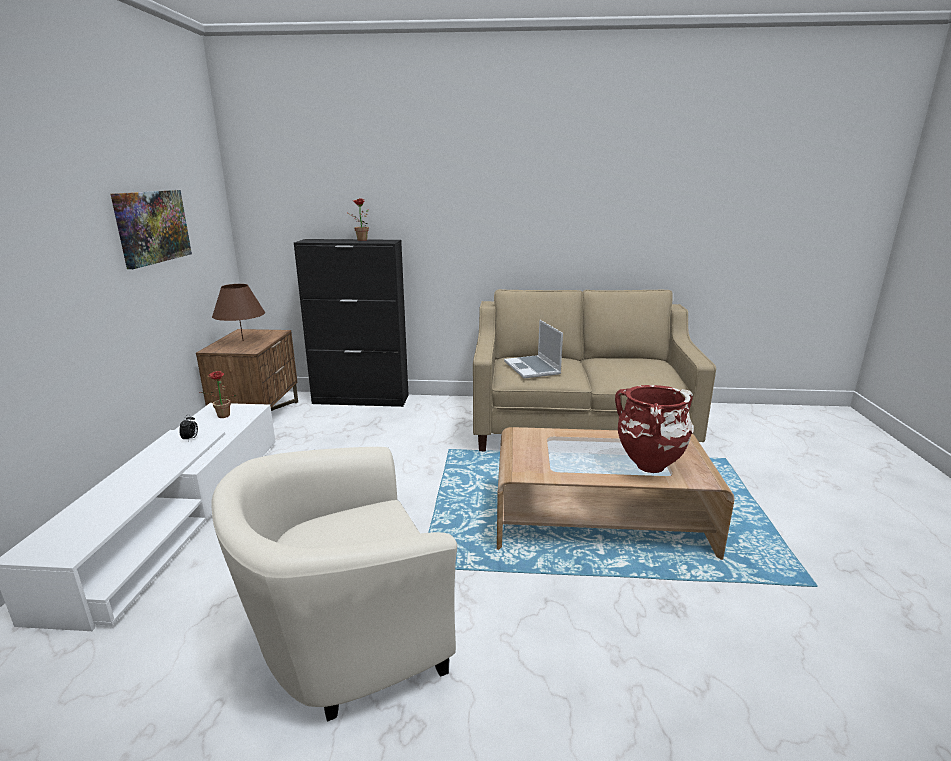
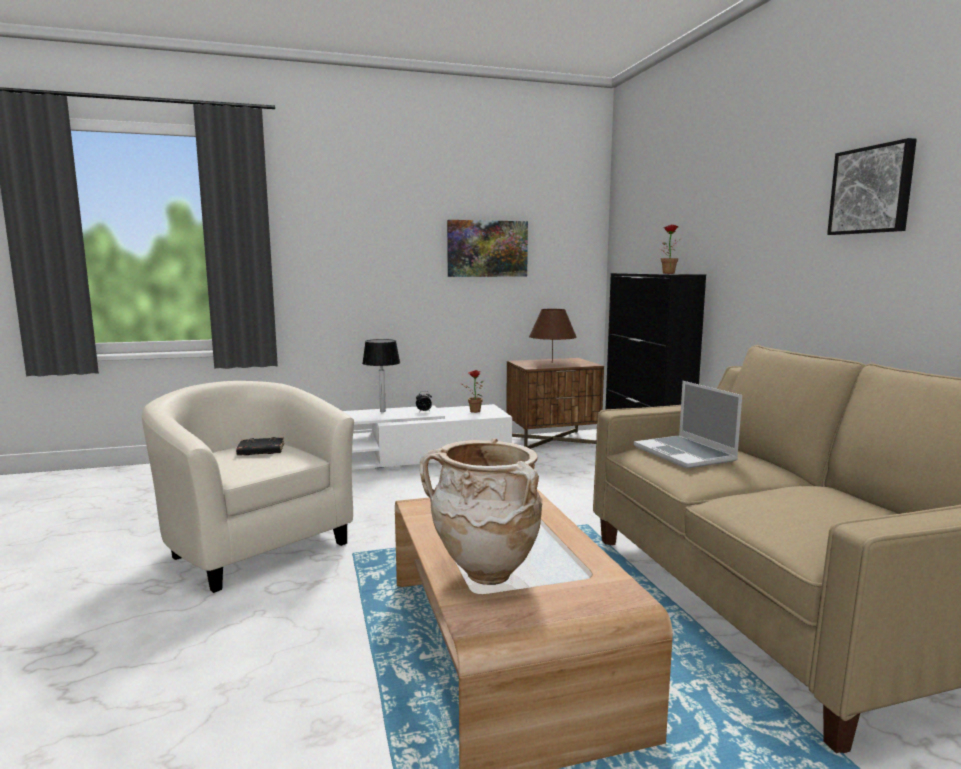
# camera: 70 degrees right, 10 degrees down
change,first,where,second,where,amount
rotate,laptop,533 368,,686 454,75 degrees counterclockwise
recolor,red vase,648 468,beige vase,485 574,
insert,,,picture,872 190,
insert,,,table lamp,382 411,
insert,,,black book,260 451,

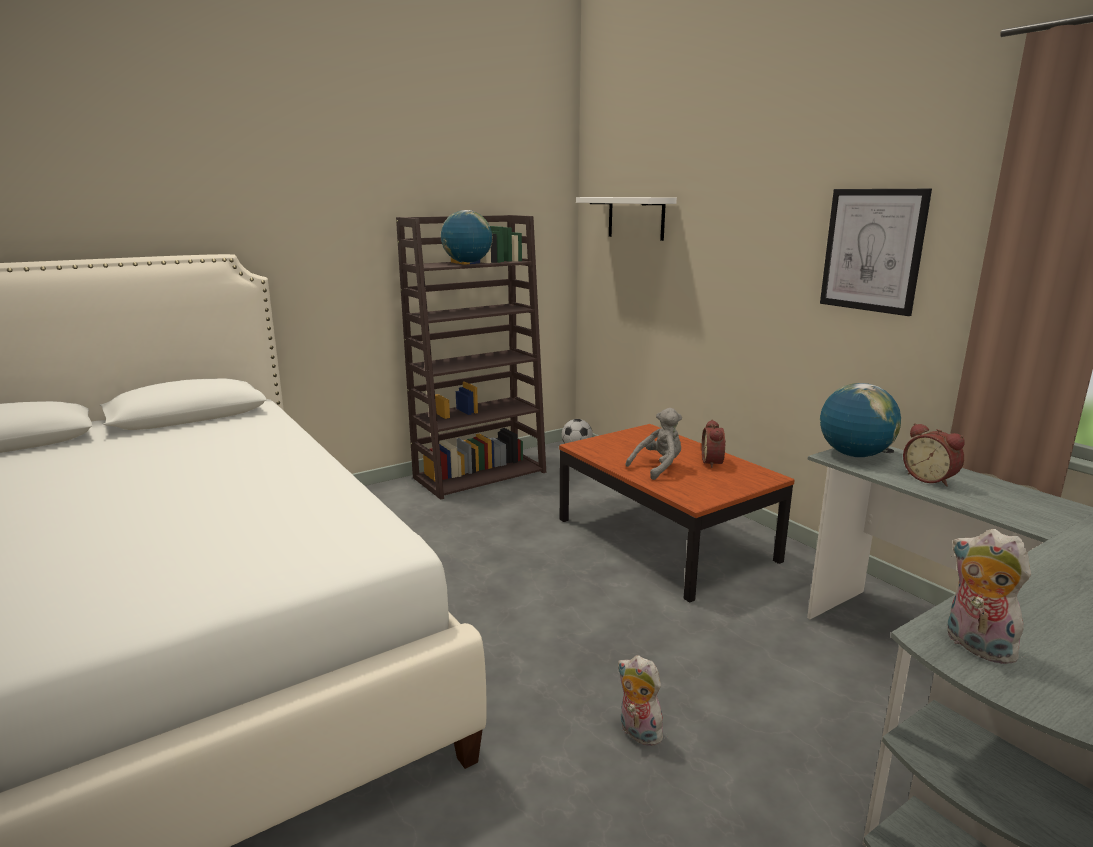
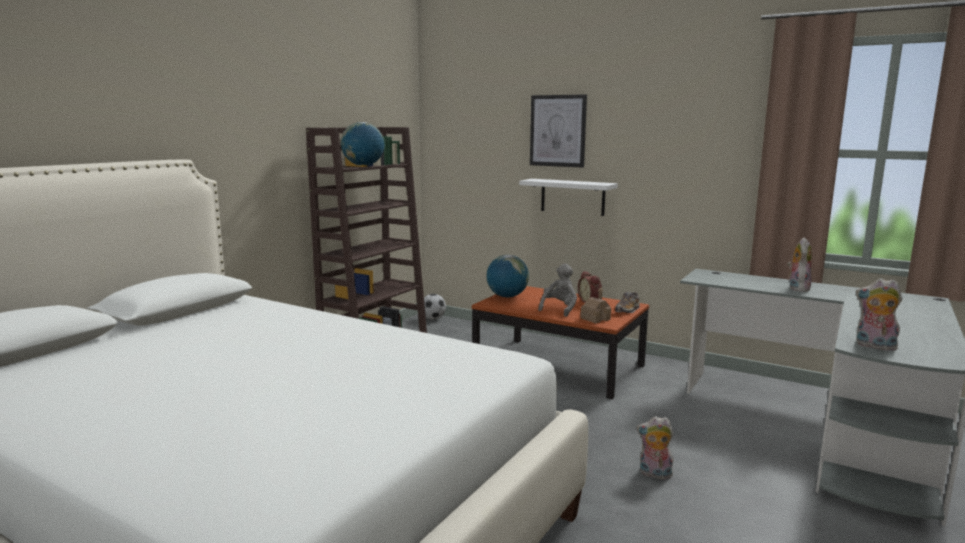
# camera: 25 degrees left, 5 degrees down
change,first,where,second,where,amount
move,picture,872 250,,558 131,
move,white shelf,636 218,,572 197,
move,globe,854 455,,507 297,
delete,alarm clock,930 479,,,
insert,,,plush toy,797 288,
insert,,,toy house,595 319,
insert,,,shoe,627 310,

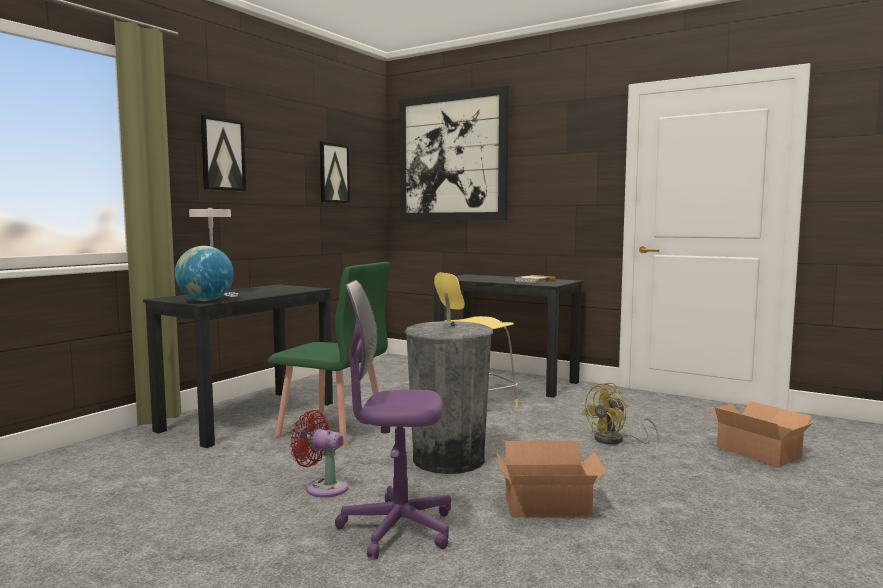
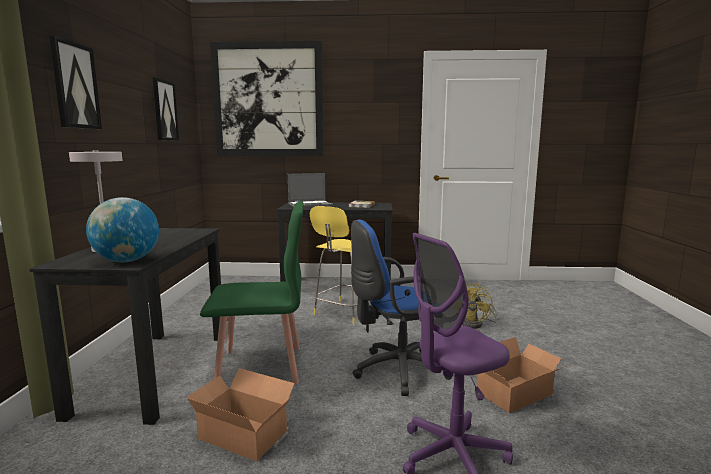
# camera: 30 degrees left, 5 degrees up
change,first,where,second,where,amount
replace,grey trash can,448 459,blue office chair,395 371,
move,cardboard box,758 451,,243 432,
delete,red fan,323 487,,,
insert,,,laptop,310 205,

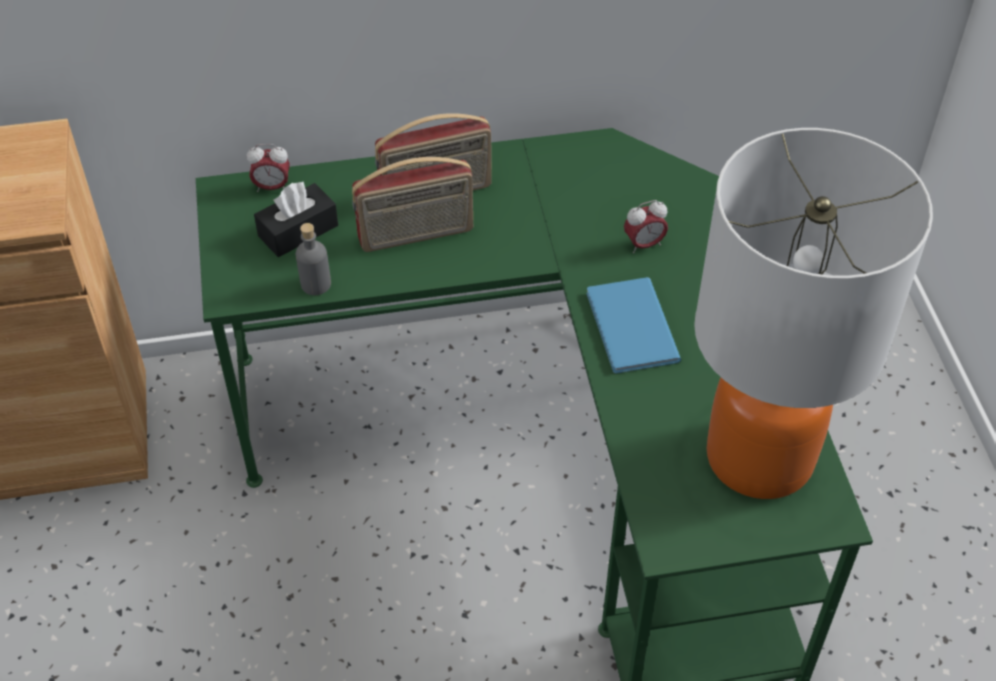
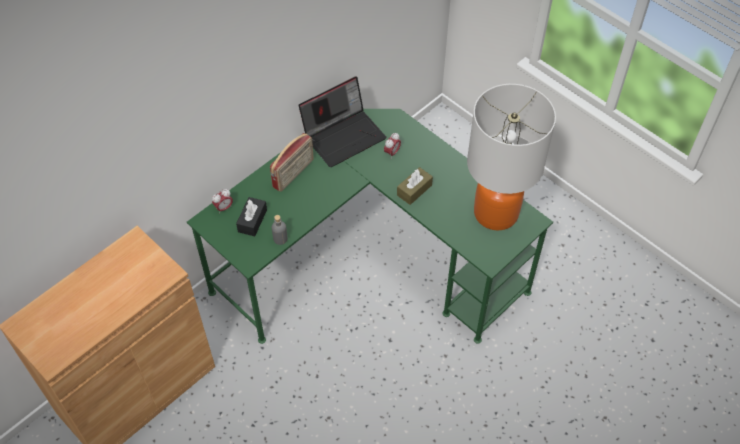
# camera: 35 degrees left, 5 degrees up
change,first,where,second,where,amount
delete,radio,416 235,,,
replace,blue book,629 329,brown tissue box,414 190,
insert,,,laptop,344 135,

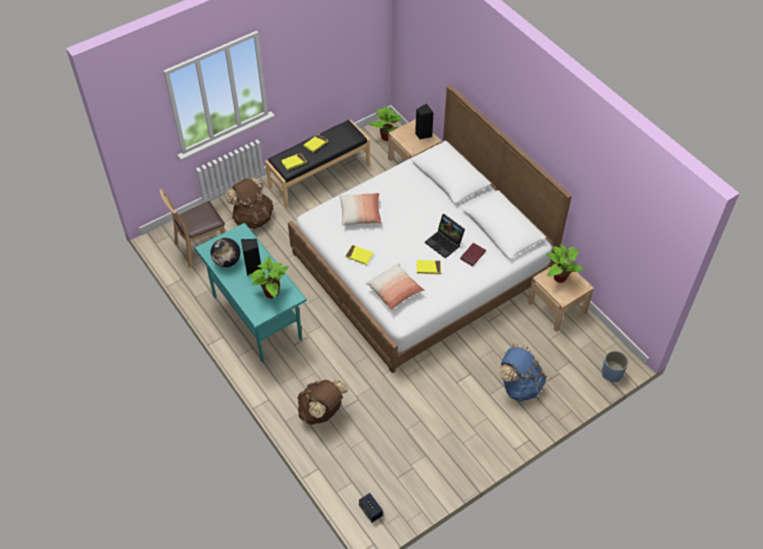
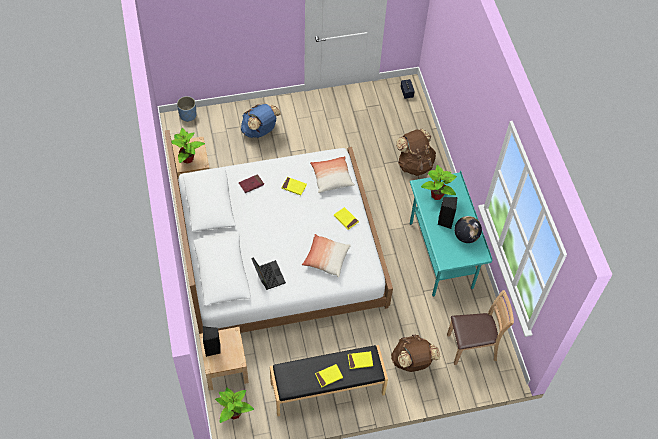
# camera: 160 degrees left, 5 degrees up
change,first,where,second,where,amount
move,laptop,445 243,,267 275,

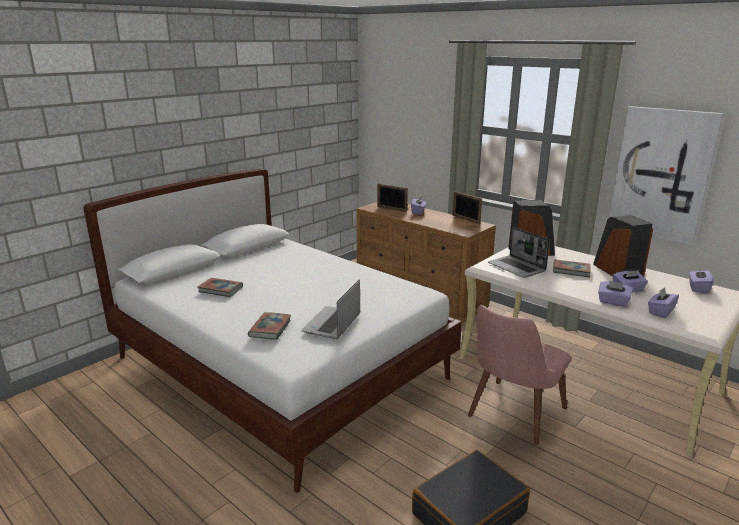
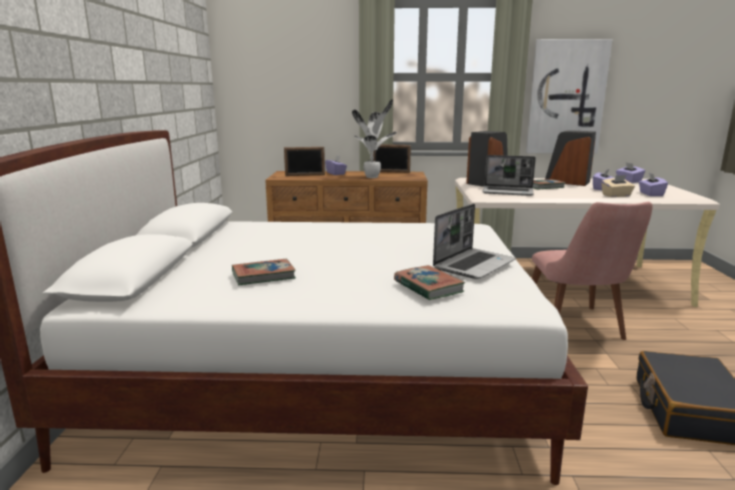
# camera: 40 degrees left, 5 degrees down
change,first,where,second,where,amount
rotate,laptop,332 324,,474 264,120 degrees counterclockwise
recolor,purple tissue box,613 302,beige tissue box,616 195,
insert,,,potted plant,373 177,

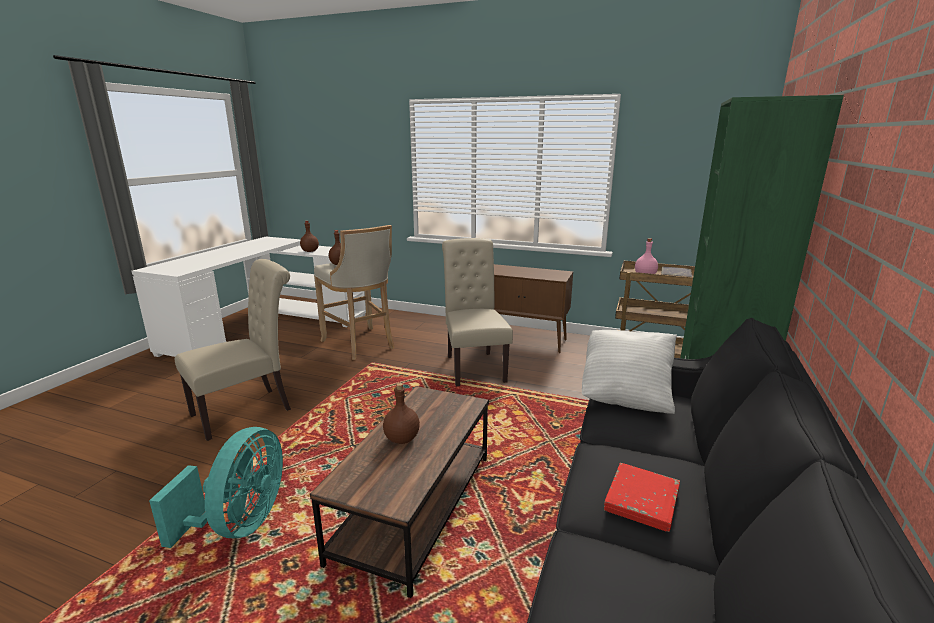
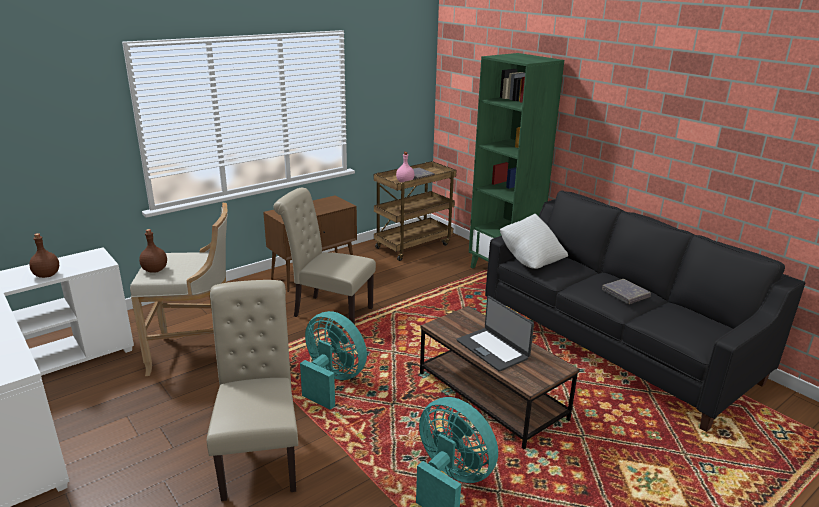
# camera: 60 degrees left, 5 degrees up
change,first,where,second,where,amount
replace,brown bottle,402 439,laptop,493 349,
recolor,red book,641 500,grey book,625 294,
insert,,,turquoise fan,332 381,

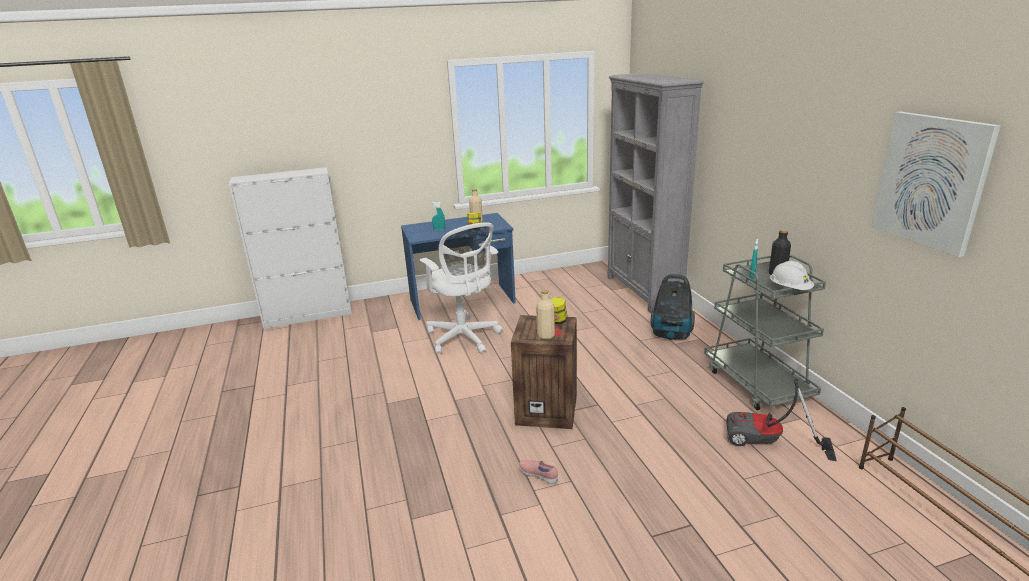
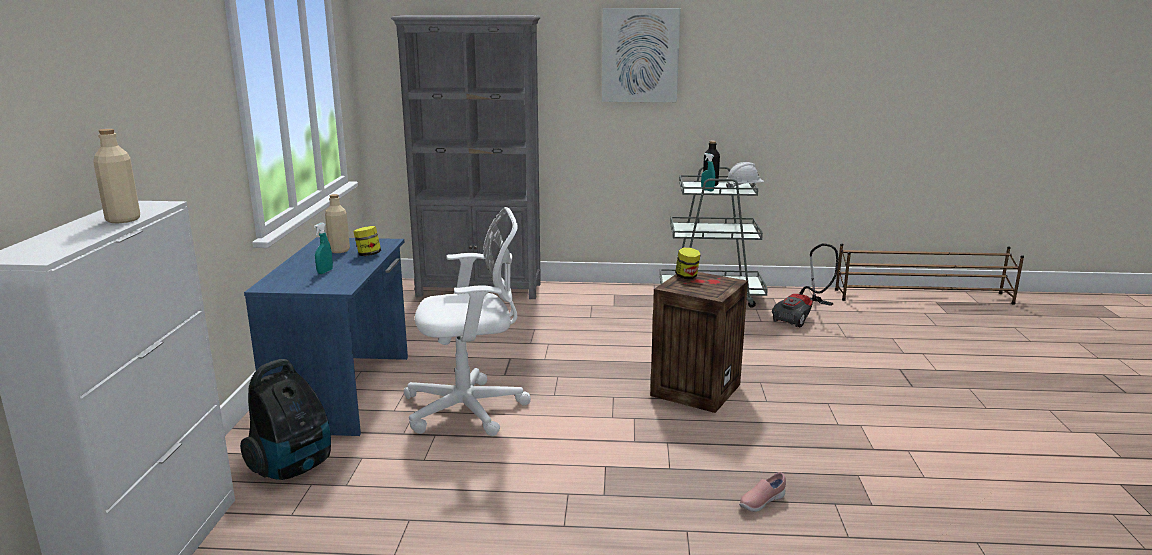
# camera: 70 degrees left, 5 degrees down
change,first,where,second,where,amount
move,picture,931 181,,640 55,
move,vacuum cleaner,671 335,,293 467,
move,beige bottle,546 336,,123 220,
move,pink shoe,538 475,,761 502,

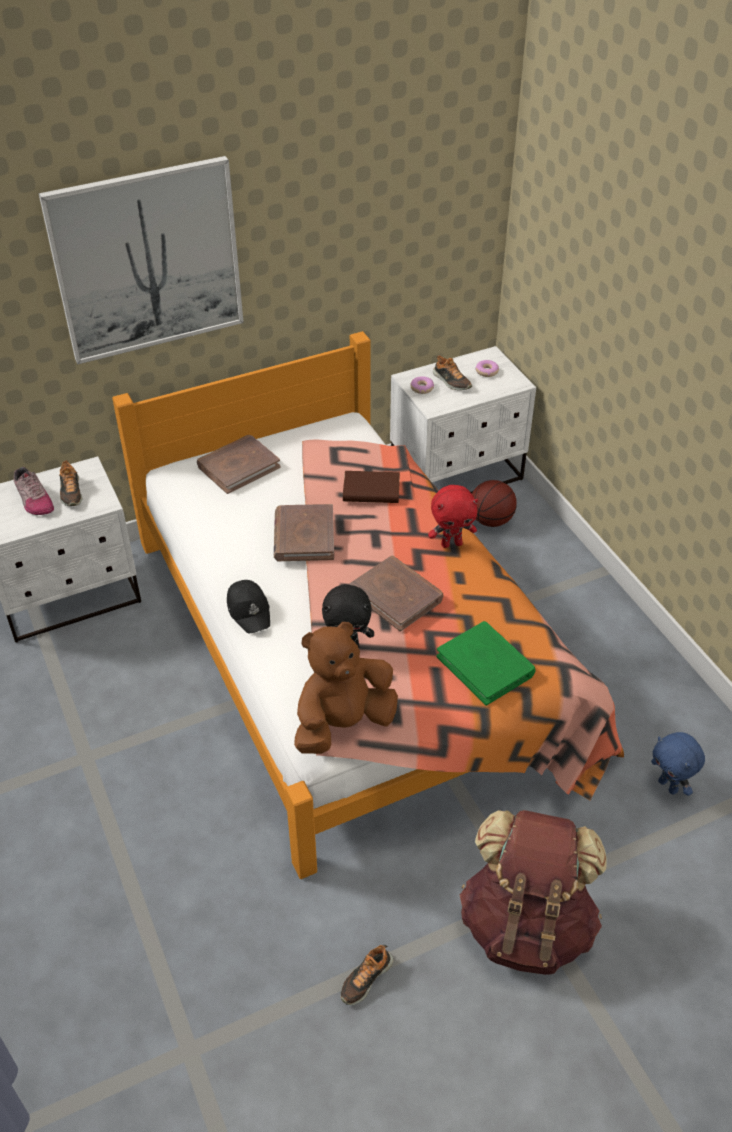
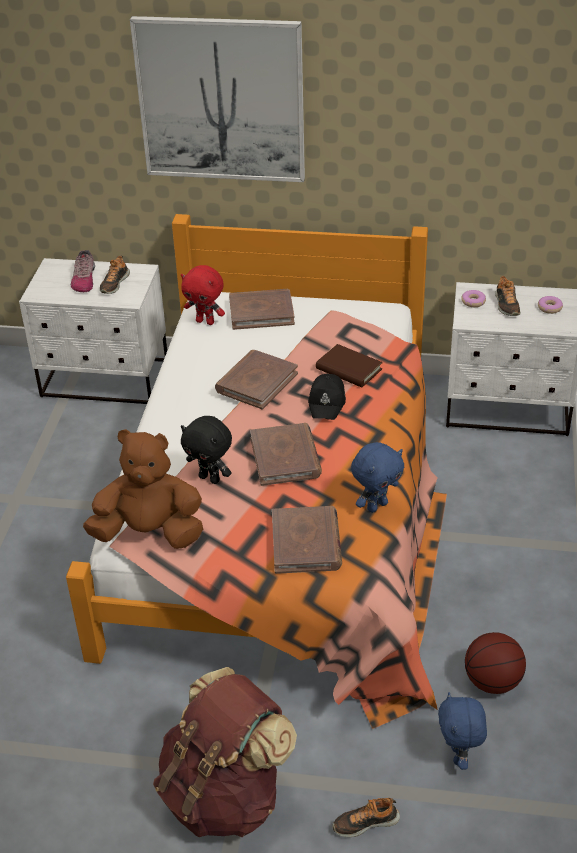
# camera: 35 degrees right, 5 degrees down
change,first,where,second,where,amount
move,basketball,491 520,,492 682,
move,red plush toy,451 543,,206 321,
move,black cap,249 610,,327 402,
recolor,green book,485 665,brown book,306 543,
move,shoe,365 978,,365 822,
insert,,,blue plush toy,376 505,

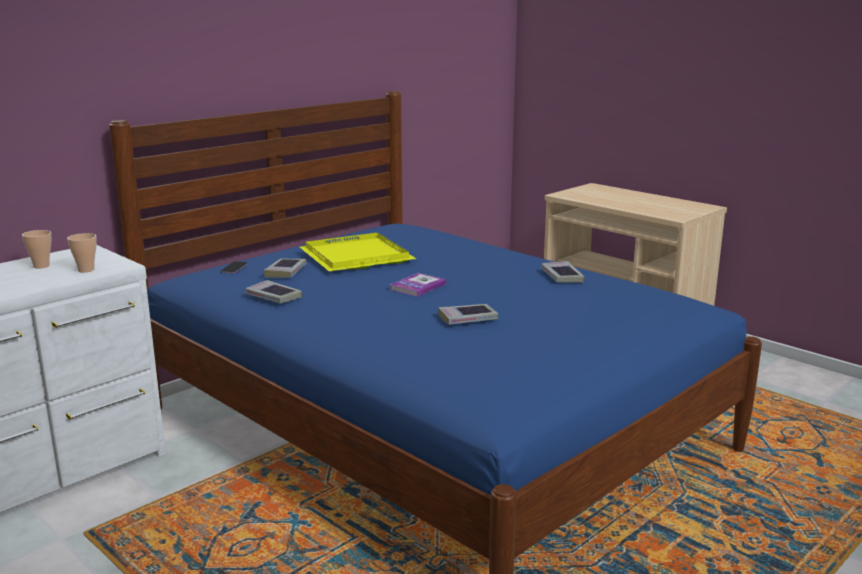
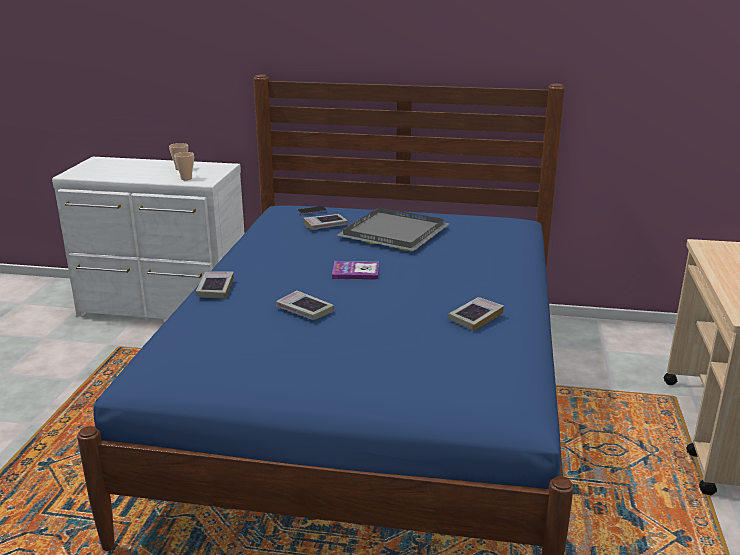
# camera: 55 degrees right, 5 degrees up
change,first,where,second,where,amount
recolor,yellow tray,358 257,grey tray,394 234,
move,book,273 297,,215 288,

